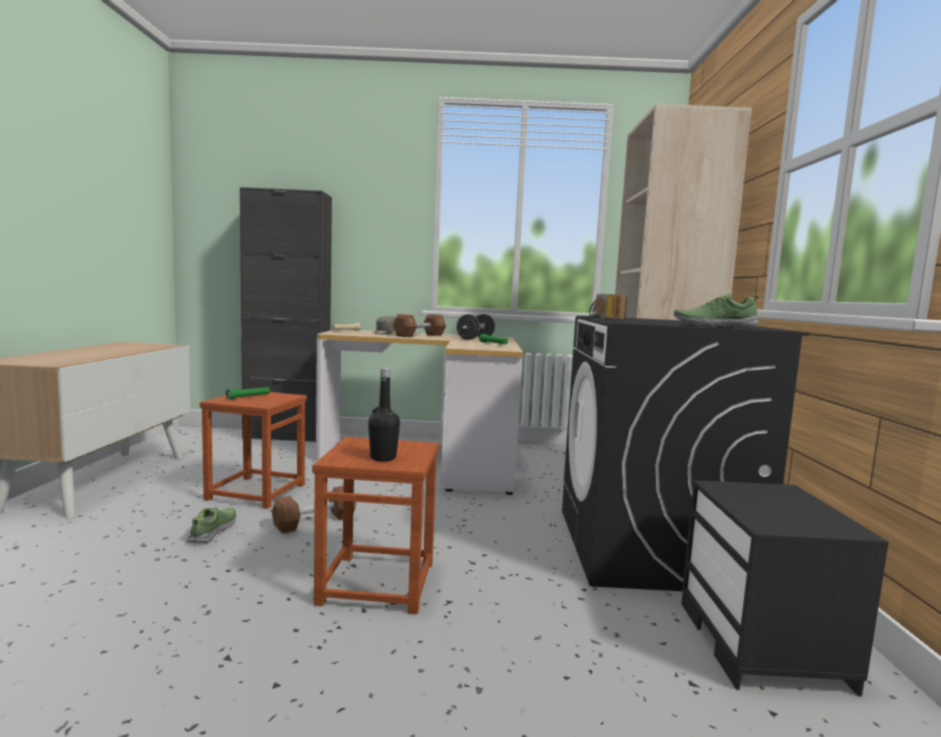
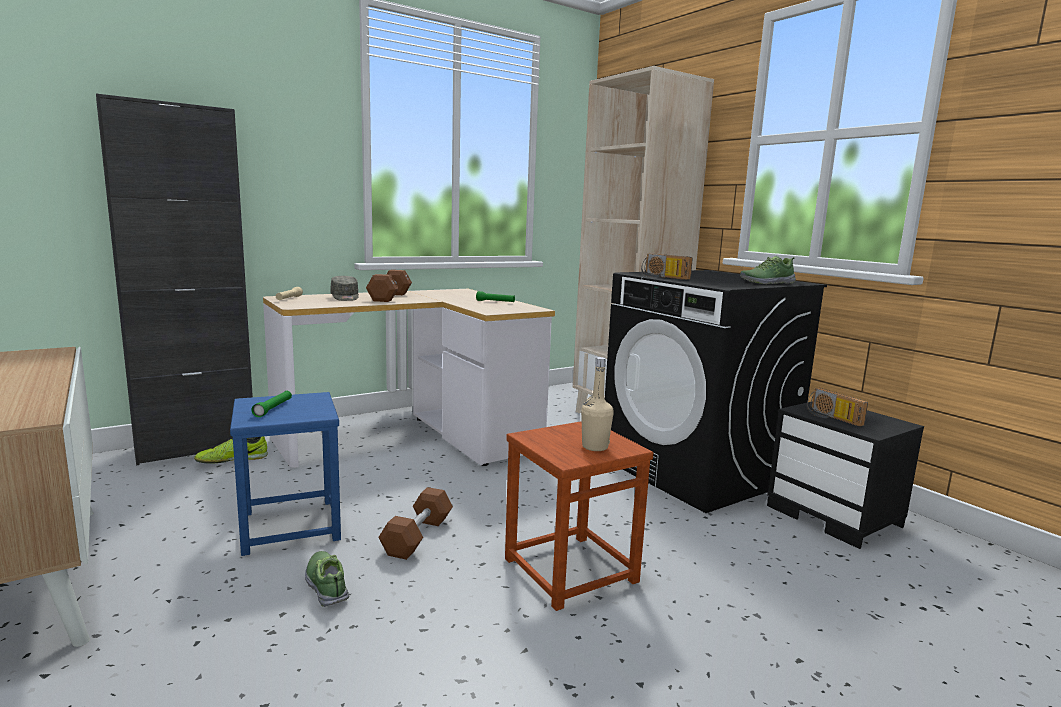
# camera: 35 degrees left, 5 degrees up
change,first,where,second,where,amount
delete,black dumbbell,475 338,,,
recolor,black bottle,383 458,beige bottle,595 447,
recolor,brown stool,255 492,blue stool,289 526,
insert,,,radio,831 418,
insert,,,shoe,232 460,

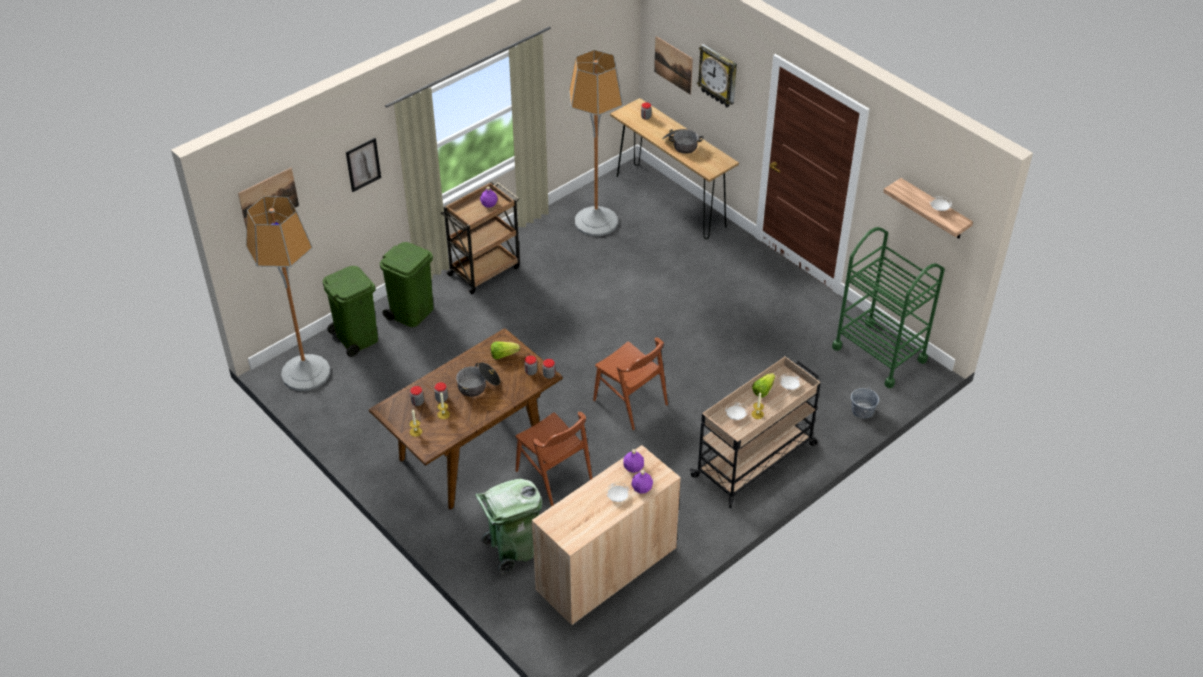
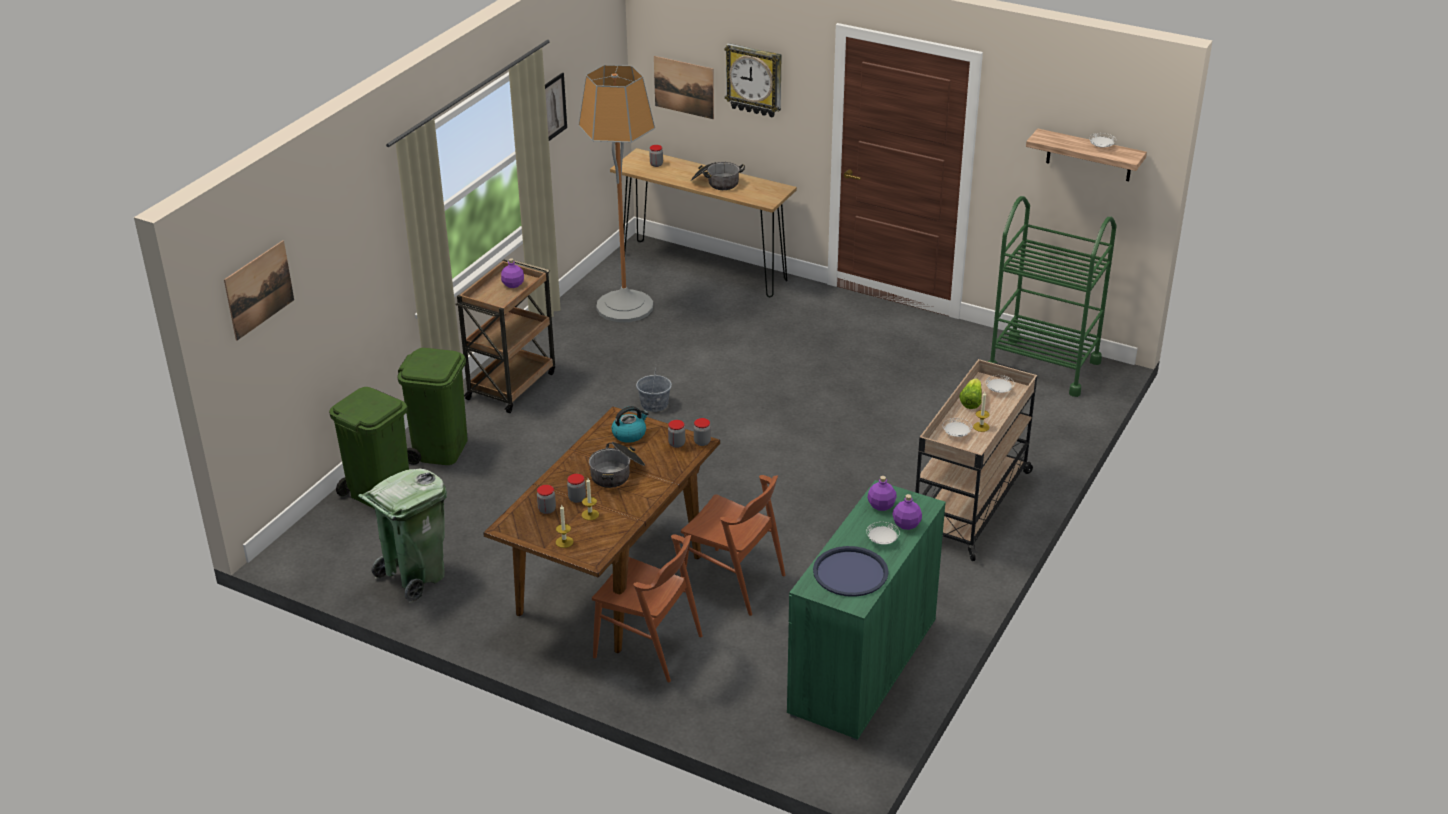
# camera: 20 degrees left, 10 degrees down
change,first,where,second,where,amount
move,picture,363 164,,552 108,
delete,floor lamp,306 373,,,
move,brown chair,630 402,,648 646,
replace,lettuce,503 355,kettle,629 434,
move,grey bucket,862 411,,654 404,
recolor,beige cabinet,606 569,green cabinet,862 667,
move,green trash can,512 551,,414 576,
insert,,,blue tray,850 572,

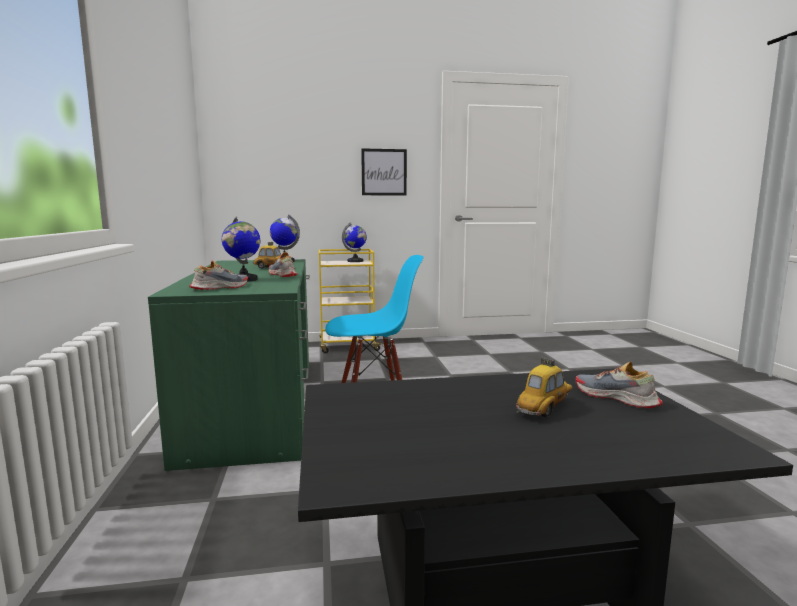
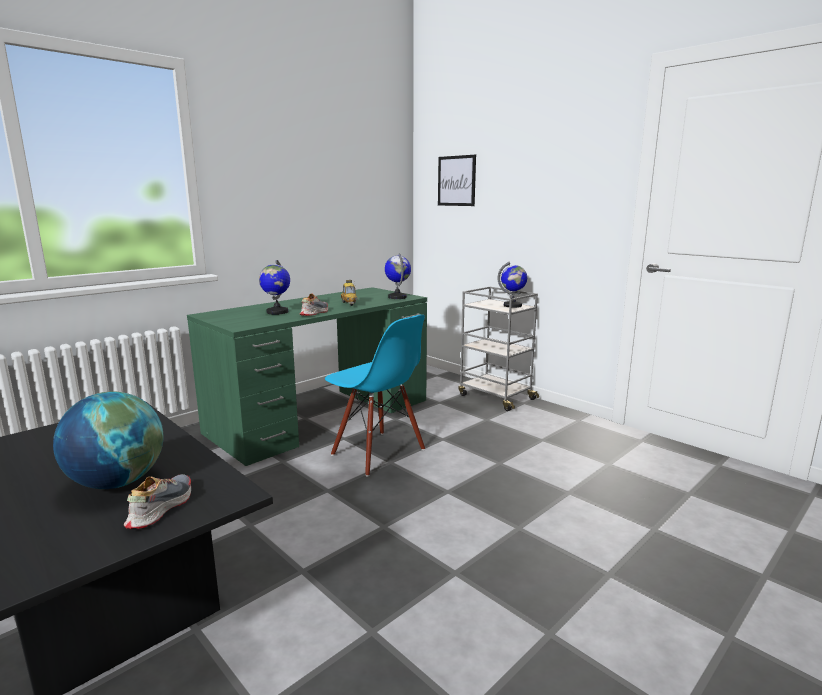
# camera: 55 degrees right, 5 degrees up
change,first,where,second,where,amount
move,picture,384 172,,456 181,
recolor,yellow cart,348 346,grey cart,495 397,
delete,shoe,220 288,,,
replace,toy car,545 408,globe,117 482,

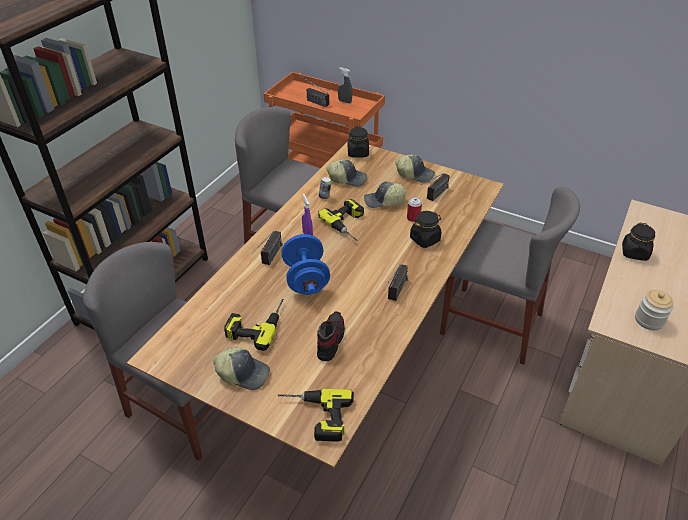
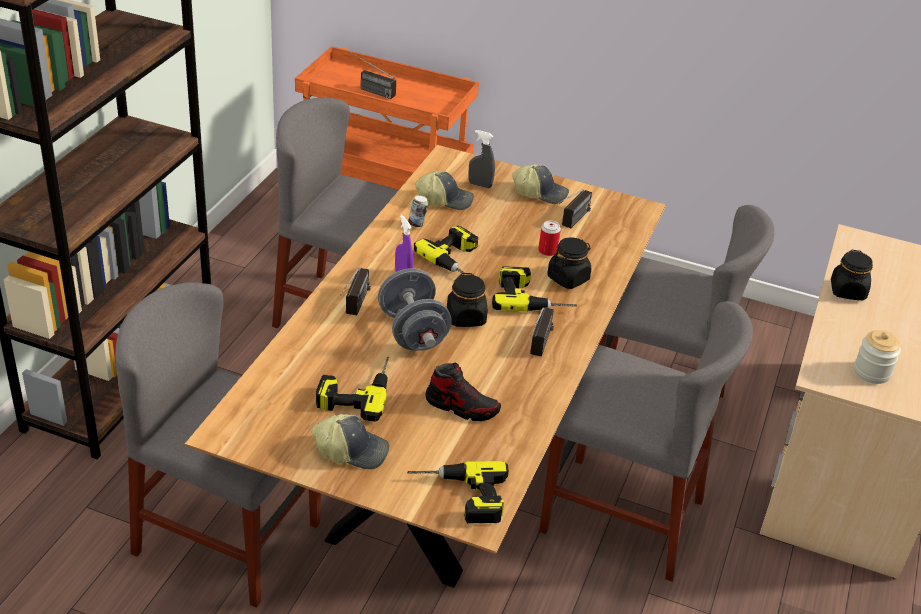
# camera: 10 degrees left, 5 degrees down
change,first,where,second,where,amount
move,grey spray bottle,345 101,,480 185,
move,black jar,358 153,,466 317,
delete,cap,384 201,,,
recolor,blue dumbbell,306 279,grey dumbbell,412 332,
rotate,shoe,330 340,,462 407,105 degrees clockwise
insert,,,power drill,532 297,
insert,,,grey chair,621 516,

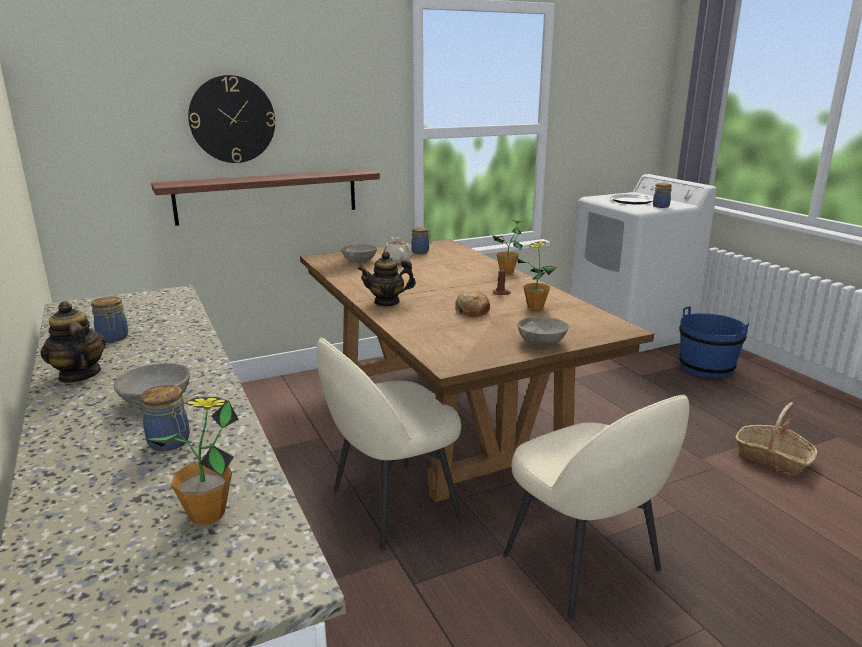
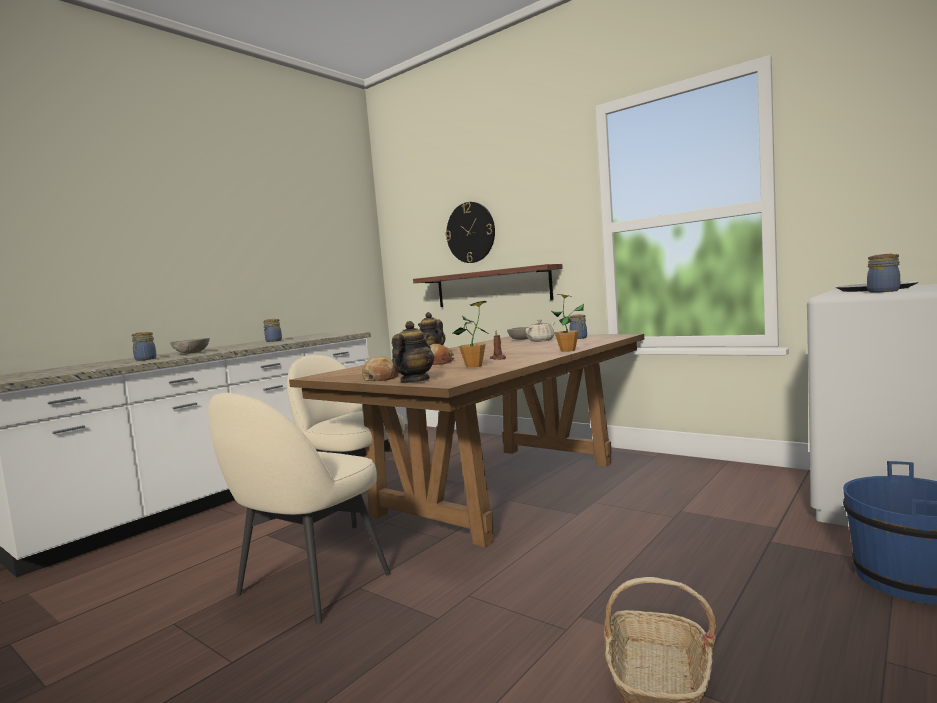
# camera: 65 degrees right, 15 degrees down
change,first,where,second,where,amount
move,teapot,79 375,,414 381,
replace,grey bowl,542 342,bread,381 378,
delete,potted plant,207 514,,,

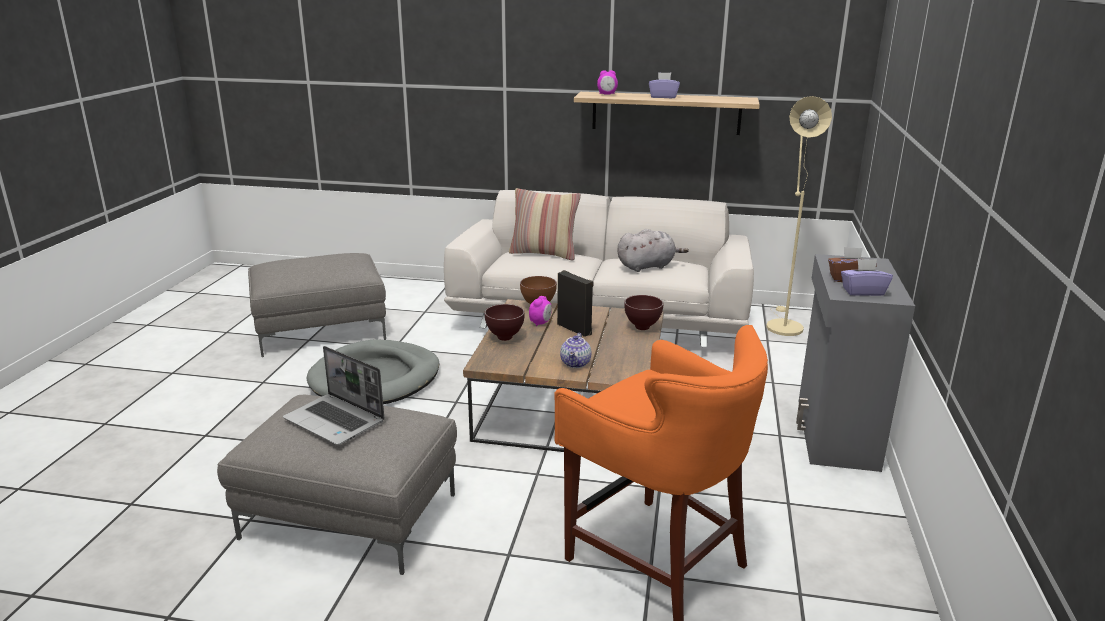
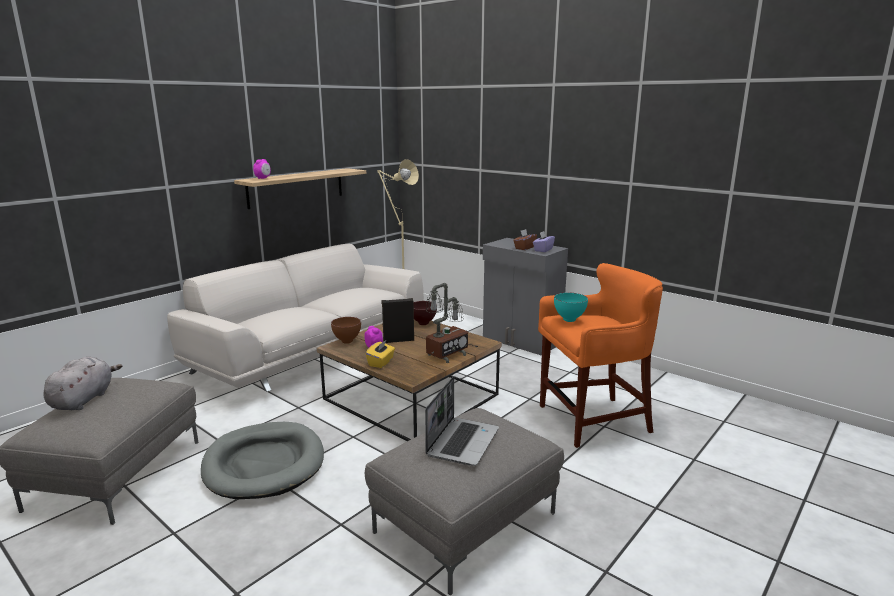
# camera: 60 degrees left, 5 degrees down
change,first,where,second,where,amount
delete,purple tissue box,663 97,,,
delete,pillow,544 253,,,
move,grey plush toy,647 266,,84 399,
replace,brown bowl,505 337,yellow tissue box,381 362,
replace,teapot,576 364,table lamp,448 352,
rotate,laptop,336 421,,462 442,45 degrees counterclockwise
insert,,,turquoise bowl,570 320,

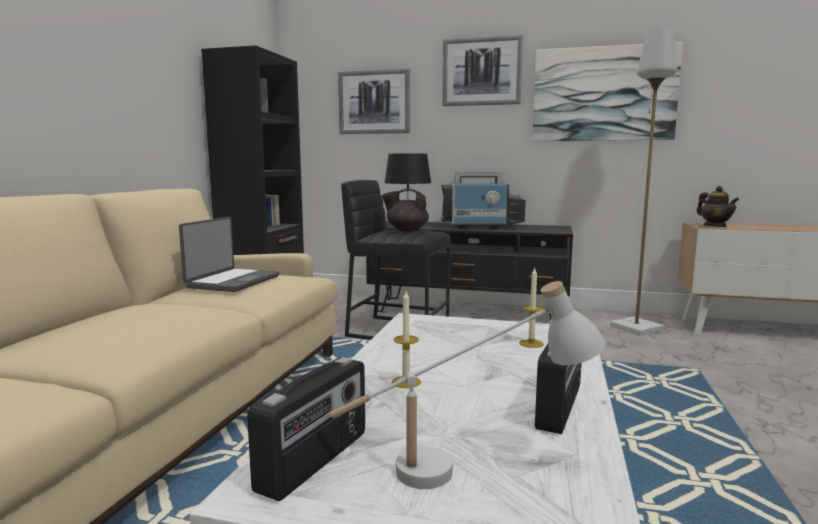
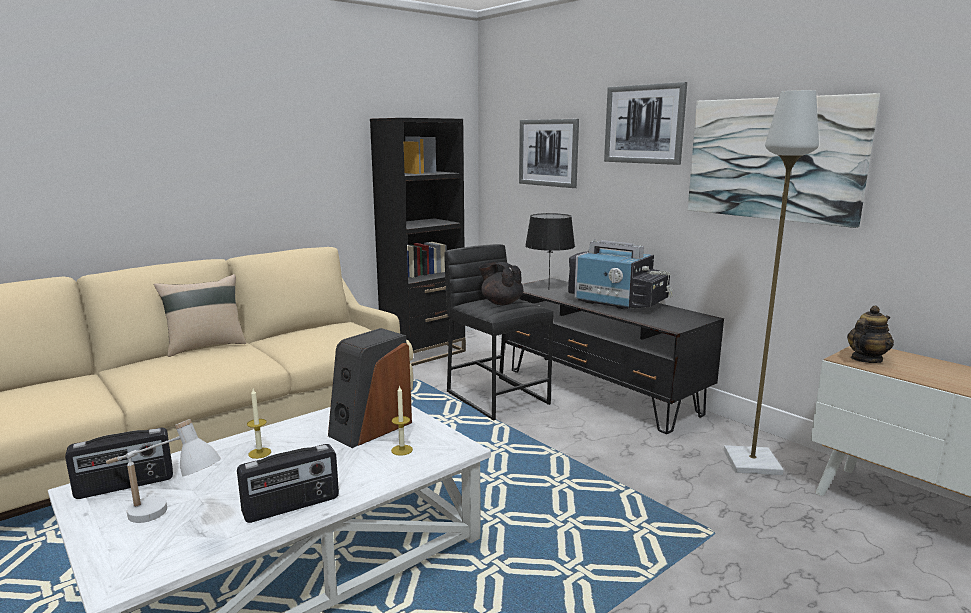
# camera: 35 degrees right, 5 degrees up
change,first,where,second,where,amount
rotate,teapot,715 226,,865 359,135 degrees counterclockwise
delete,laptop,232 282,,,
insert,,,beige pillow,205 346,
insert,,,speaker,370 428,

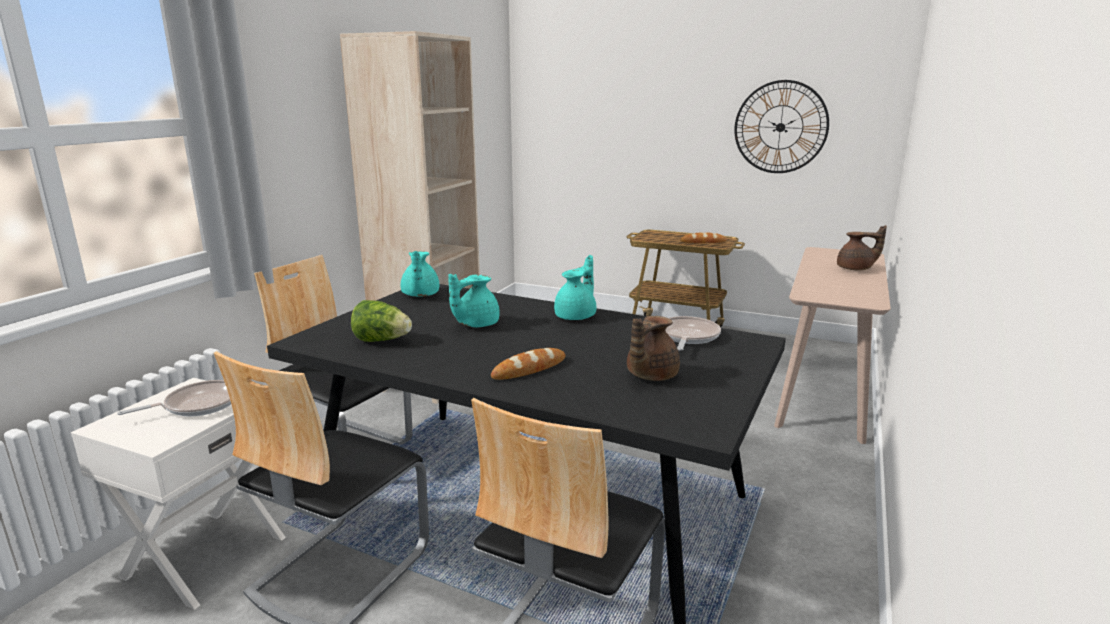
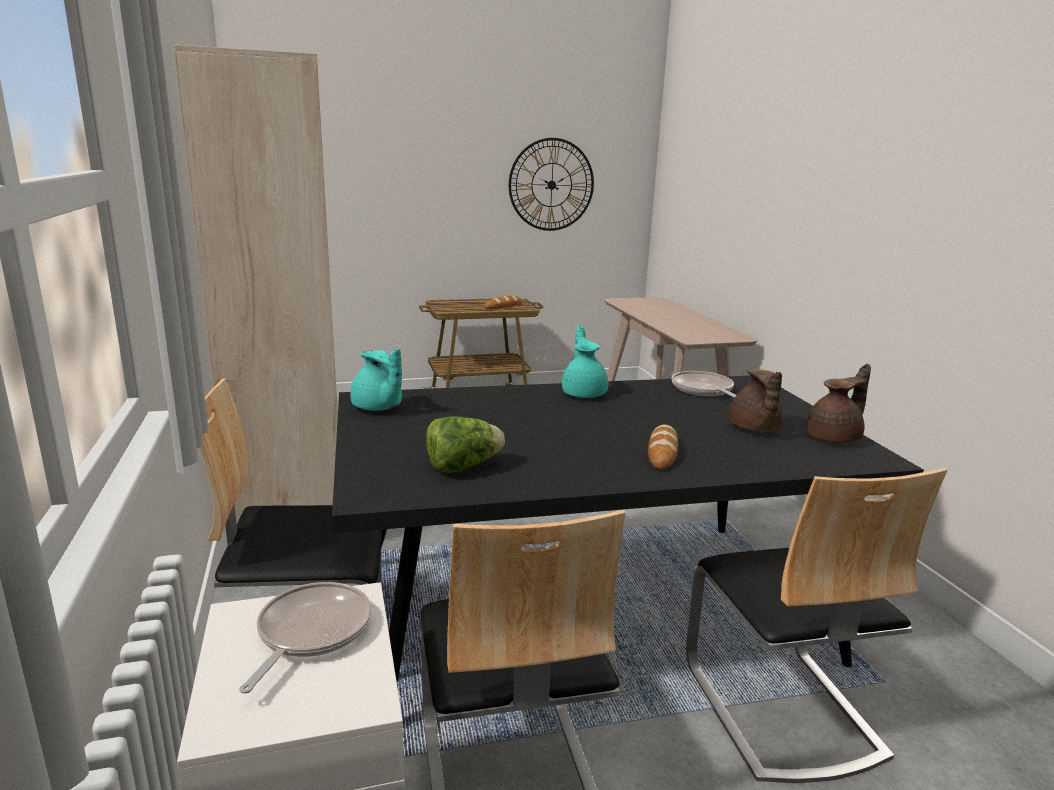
# camera: 40 degrees left, 0 degrees up
change,first,where,second,where,amount
move,brown teapot,856 269,,835 438,
delete,turquoise teapot,475 324,,,

